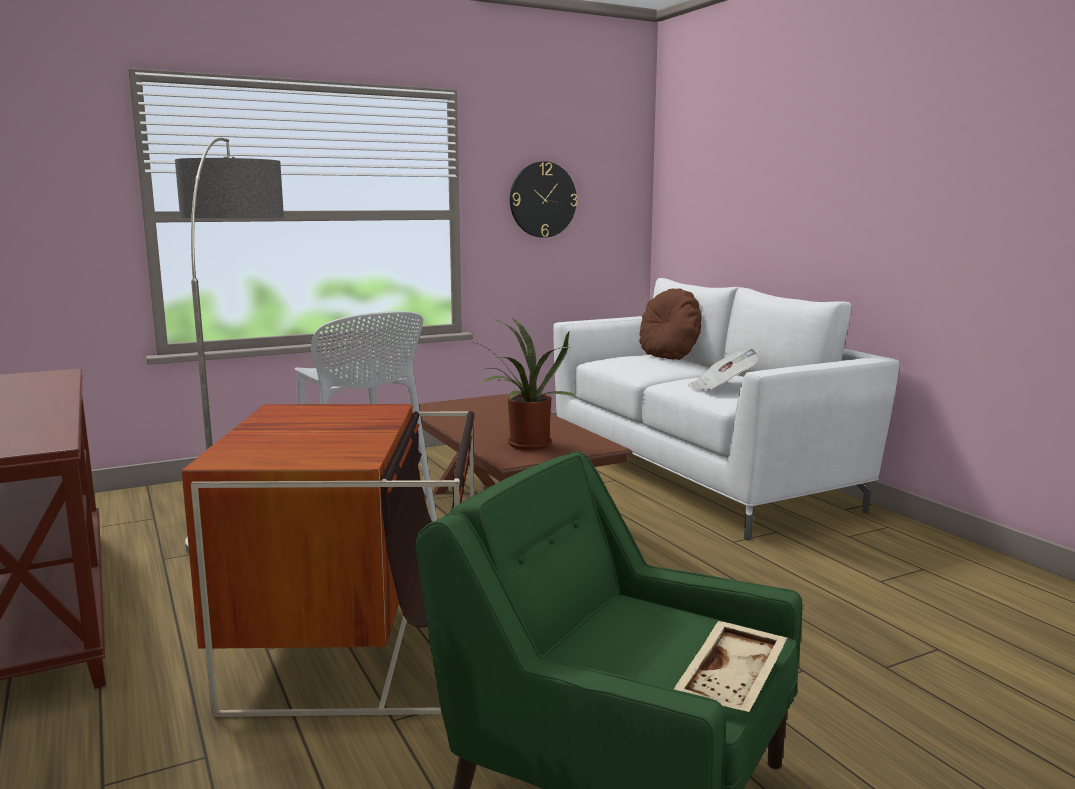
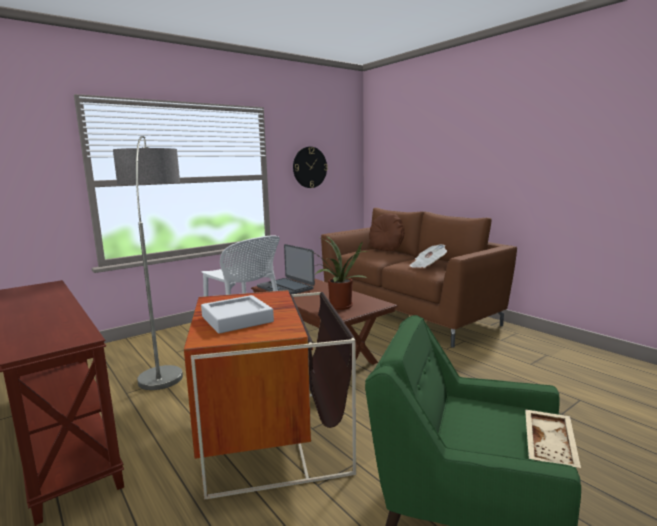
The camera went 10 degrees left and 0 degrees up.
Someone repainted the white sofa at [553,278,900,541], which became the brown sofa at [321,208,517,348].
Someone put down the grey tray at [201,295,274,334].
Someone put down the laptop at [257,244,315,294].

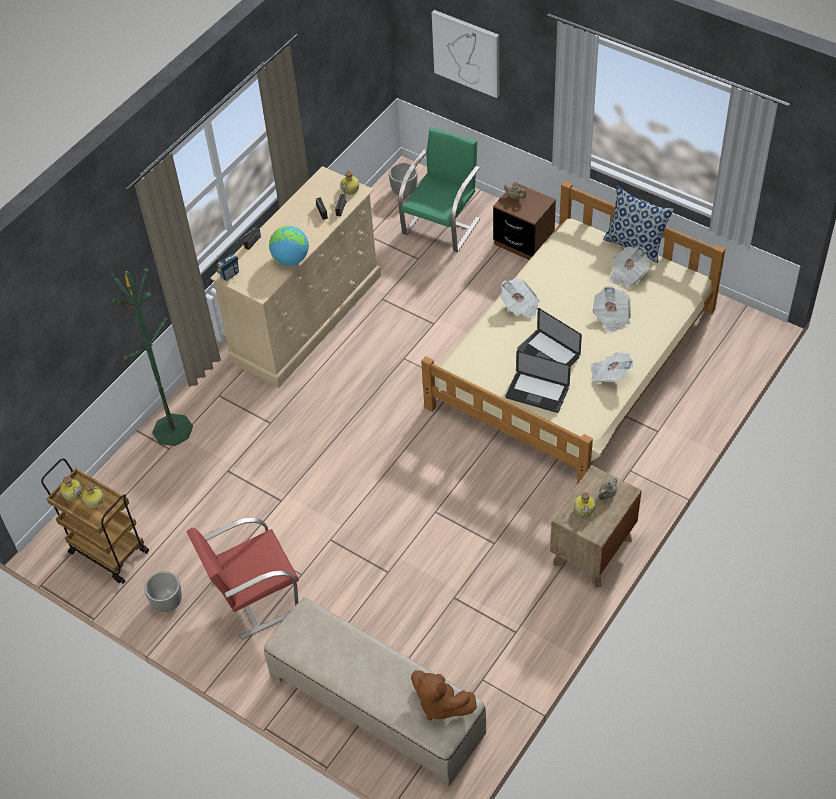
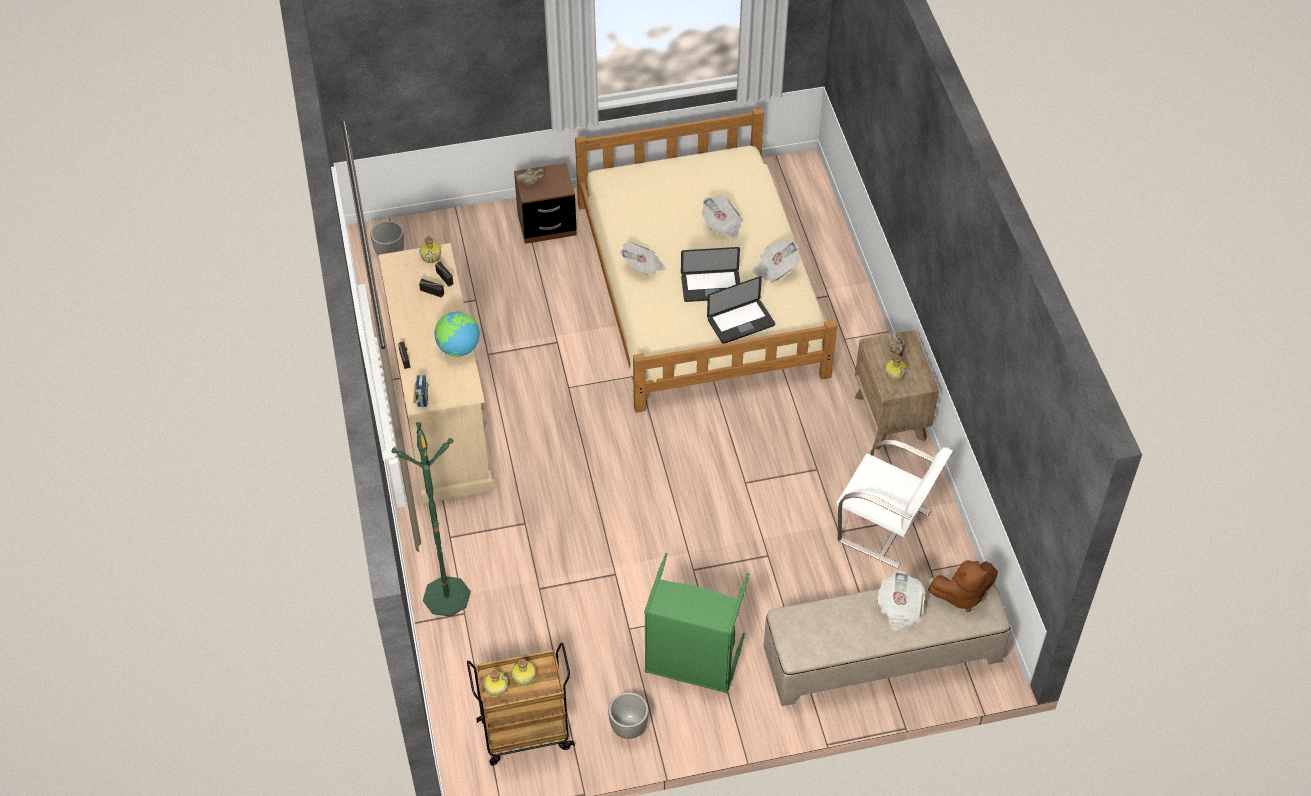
The camera went 50 degrees left and 0 degrees up.
Someone swapped the red chair at [186,518,299,640] for the green laundry basket at [644,553,749,693].
Someone took away the green chair at [398,127,480,252].
Someone took away the picture at [432,10,499,98].
Someone took away the pillow at [603,186,674,263].
Someone carried the newspaper from [609,246,651,288] to [877,571,925,631].
Someone put down the white chair at [837,440,952,568].

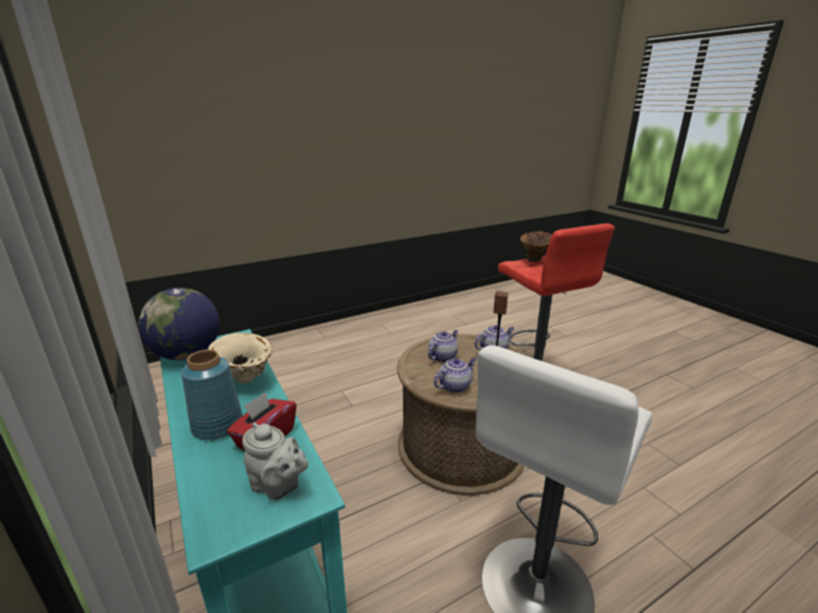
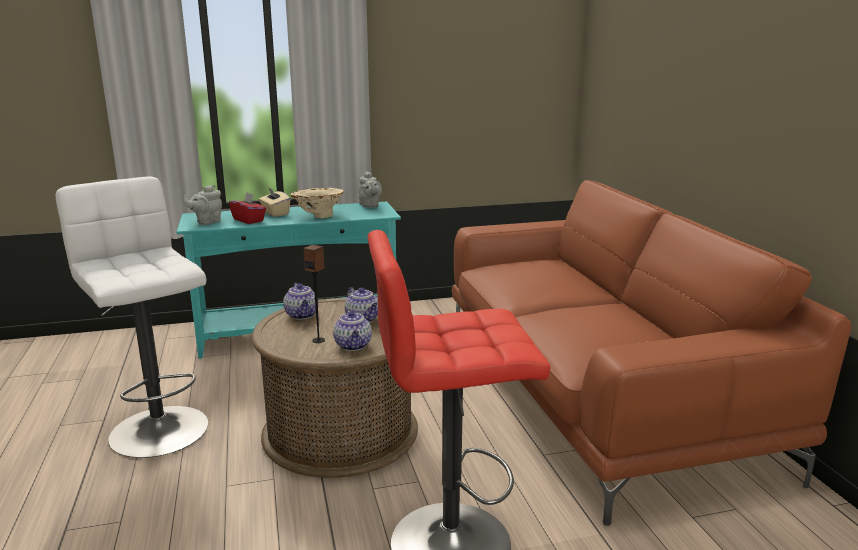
The camera went 105 degrees right and 5 degrees down.
Someone swapped the globe at [138,288,219,360] for the grey teapot at [359,171,382,208].
Someone swapped the blue vase at [181,350,243,440] for the beige tissue box at [259,187,290,217].
Someone took away the brown vase at [520,231,552,262].
Someone put down the brown sofa at [452,180,851,526].

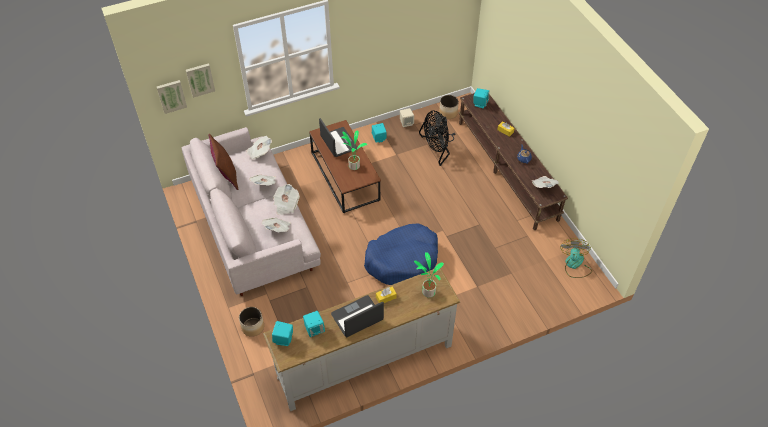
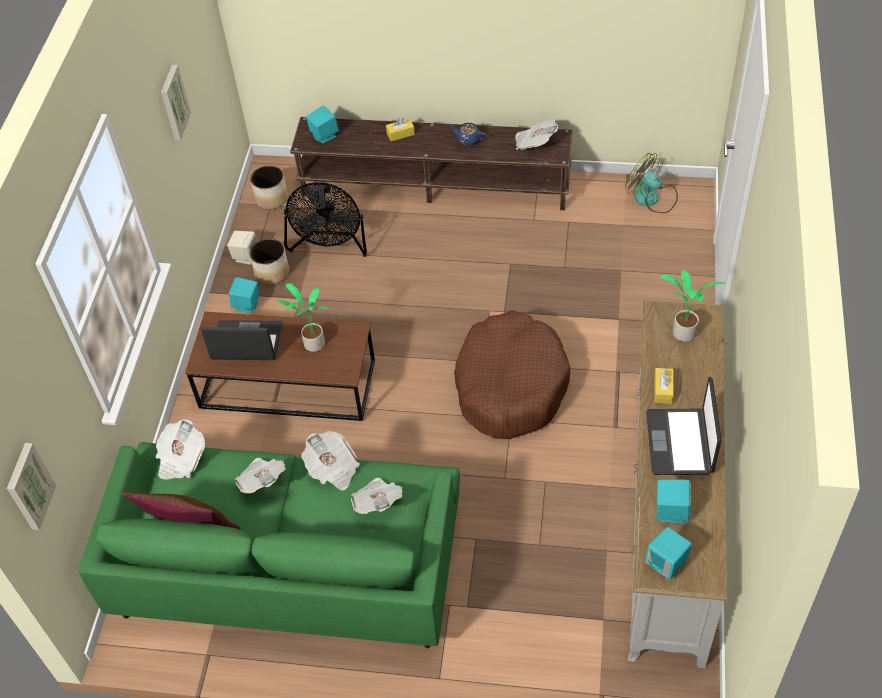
The camera went 55 degrees left and 0 degrees up.
Someone repainted the white sofa at [182,127,321,296], which became the green sofa at [78,442,460,648].
Someone carried the picture from [186,63,215,98] to [161,65,191,140].
Someone carried the planter from [239,307,264,337] to [250,239,289,285].
Someone repainted the blue dog bed at [364,223,438,285], which became the brown dog bed at [454,310,570,439].

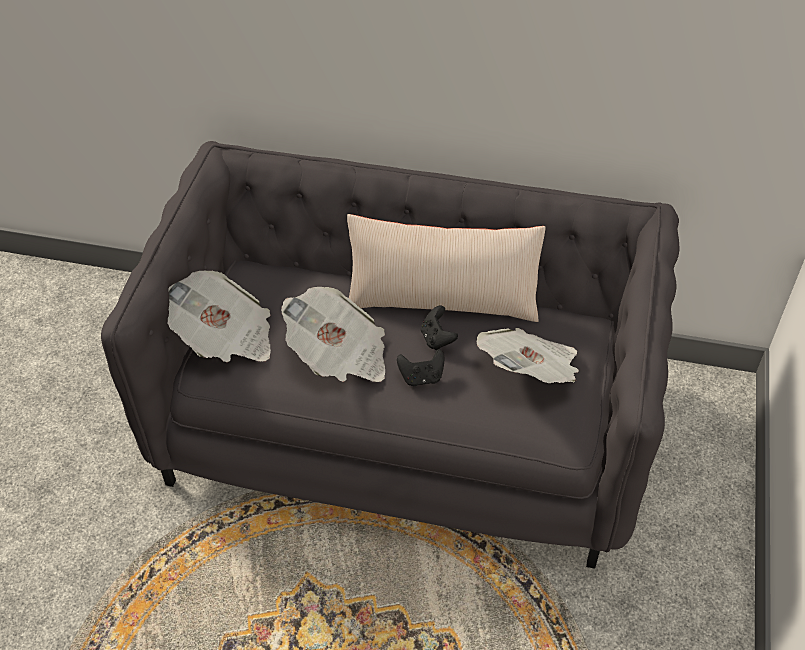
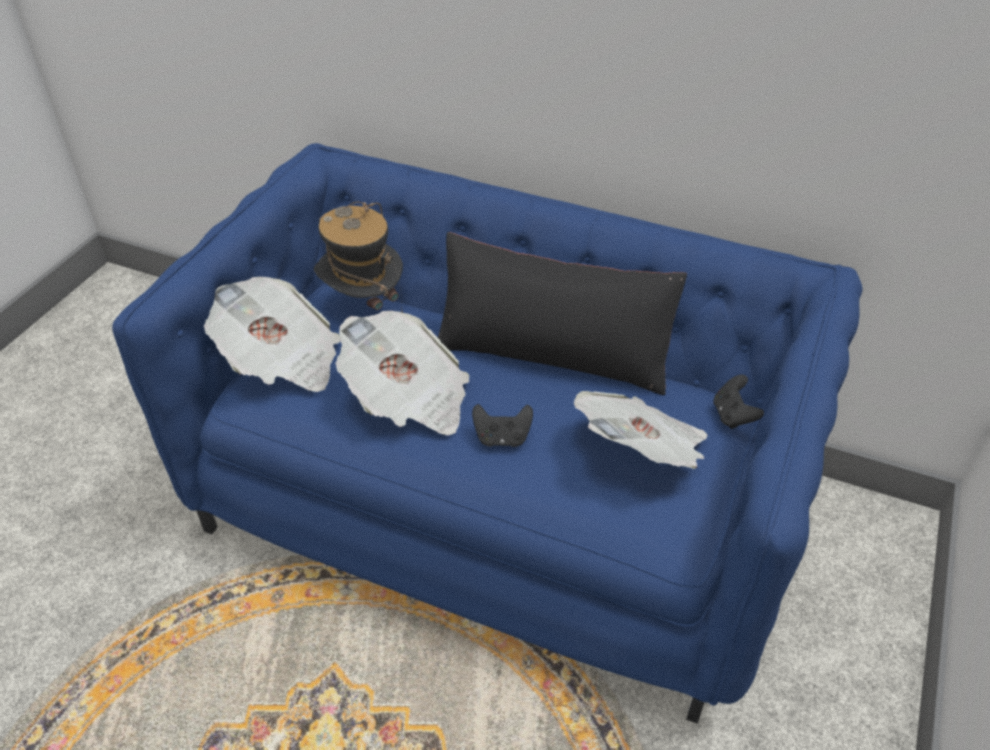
The camera went 10 degrees right and 5 degrees down.
Someone repainted the grey sofa at [101,141,679,569], which became the blue sofa at [112,143,862,724].
Someone repainted the beige pillow at [347,214,546,322], which became the black pillow at [438,232,687,395].
Someone carried the black game controller from [421,305,458,350] to [713,375,764,429].
Someone put down the hat at [314,202,403,313].

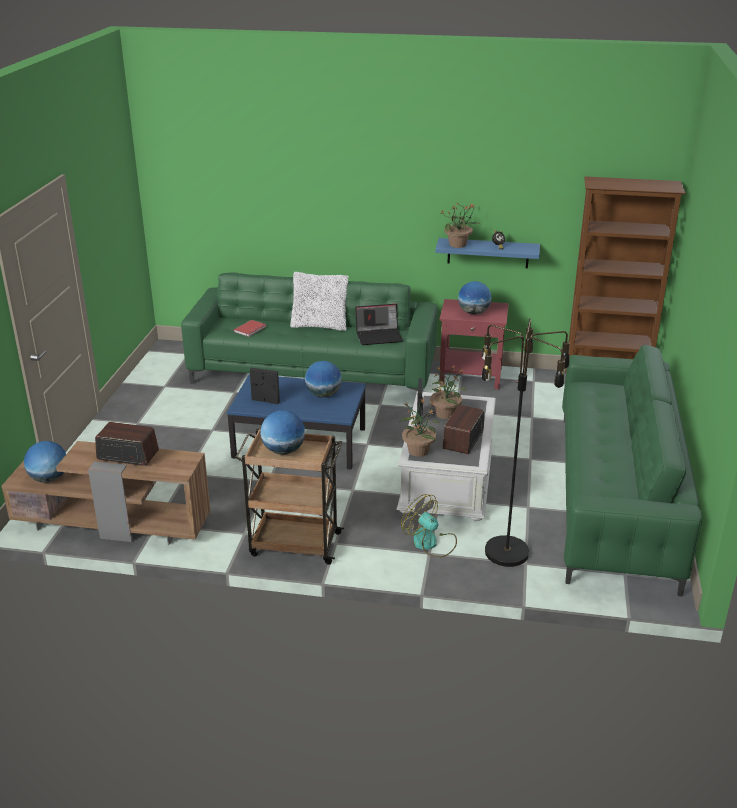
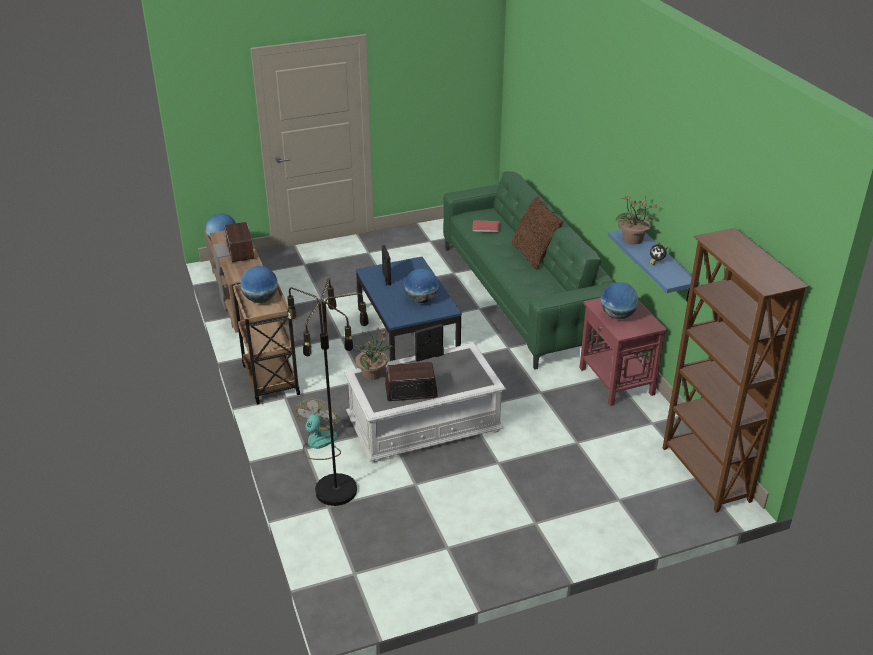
The camera went 60 degrees right and 5 degrees up.
Someone repainted the white pillow at [290,272,349,331], which became the brown pillow at [511,196,563,270].
Someone took away the laptop at [355,304,403,345].
Someone took away the potted plant at [430,366,467,419].
Someone took away the green sofa at [562,345,702,597].

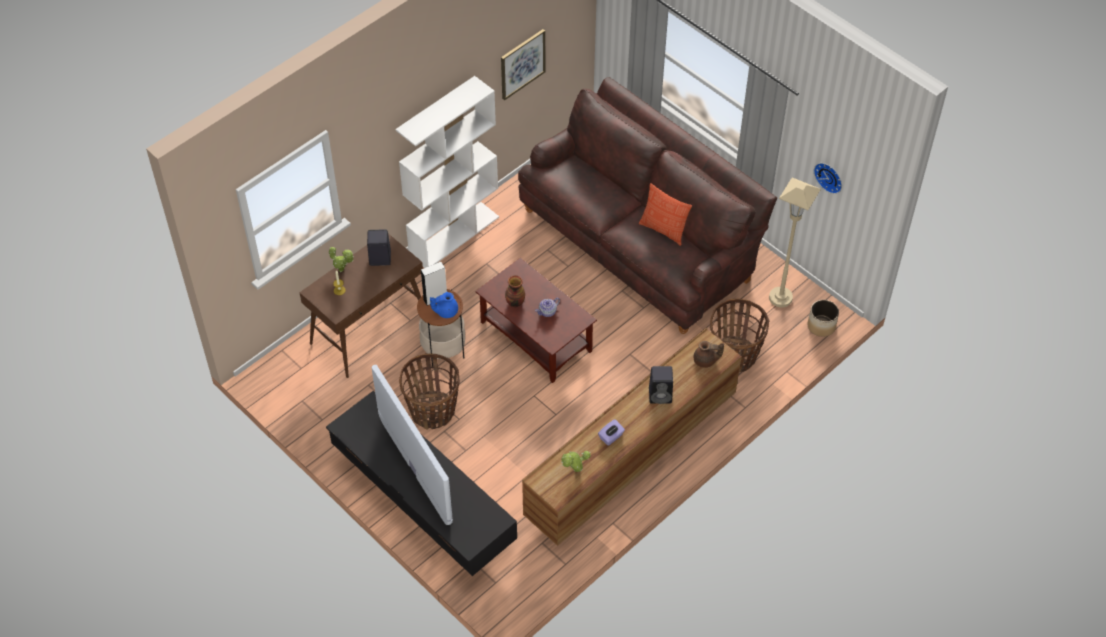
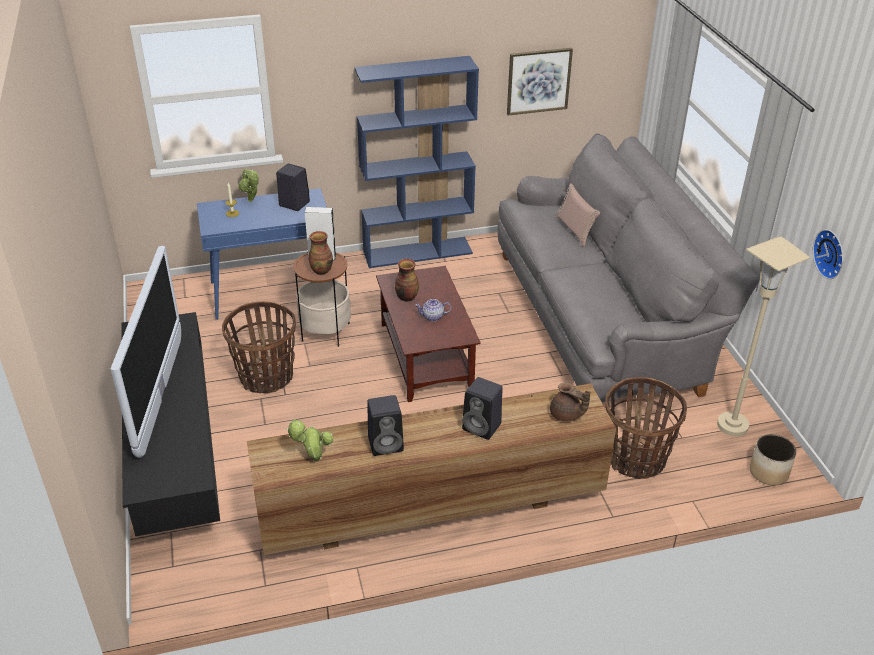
The camera went 30 degrees right and 15 degrees down.
Someone repainted the brown console table at [299,234,423,378], which became the blue console table at [197,188,327,320].
Someone repainted the white bookcase at [395,76,499,268], which became the blue bookcase at [354,56,479,268].
Someone swapped the blue teapot at [430,292,458,318] for the vase at [309,231,333,275].
Someone repainted the brown sofa at [518,77,777,334], which became the grey sofa at [498,133,760,402].
Someone swapped the purple tissue box at [598,419,625,446] for the black speaker at [367,395,404,456].
Someone took away the orange pillow at [639,183,692,246].
Someone put down the beige pillow at [555,183,600,246].

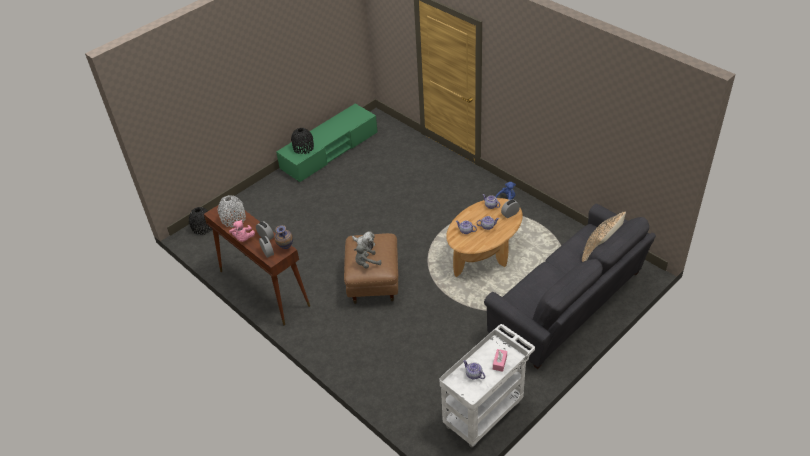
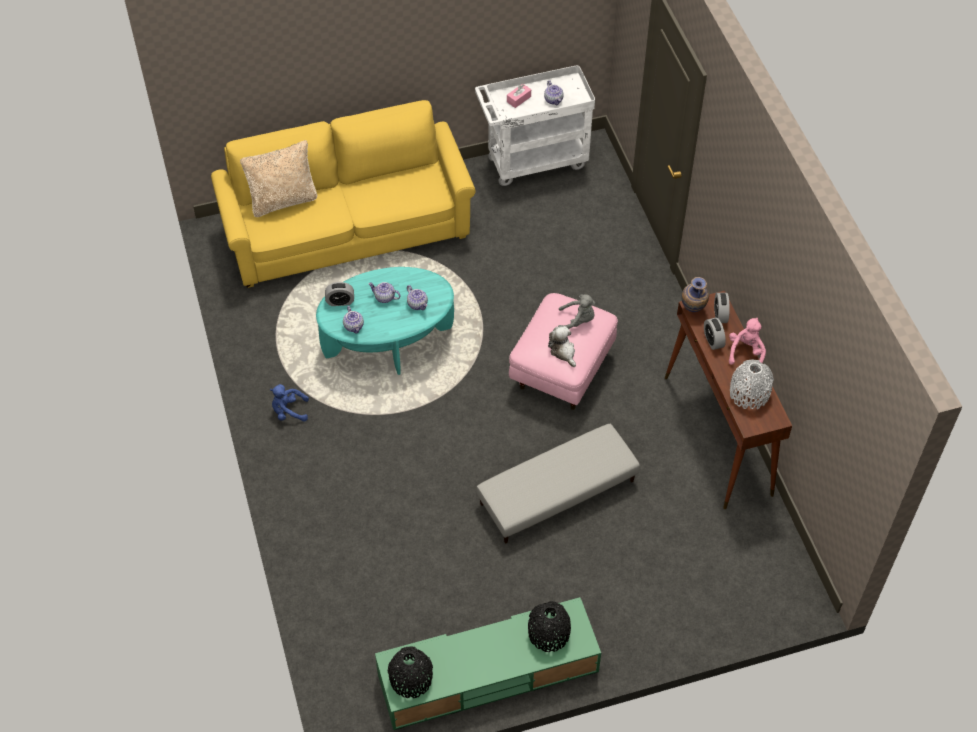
The camera went 155 degrees left and 10 degrees up.
Someone carried the black vase from [189,207,212,235] to [388,647,433,698].
Someone repainted the brown ottoman at [344,233,398,304], which became the pink ottoman at [509,293,618,410].
Someone repainted the brown coffee table at [446,198,523,277], which became the turquoise coffee table at [316,267,454,375].
Someone repainted the grey sofa at [484,204,656,369], which became the yellow sofa at [211,100,476,288].
Someone put down the grey ottoman at [476,424,640,543].

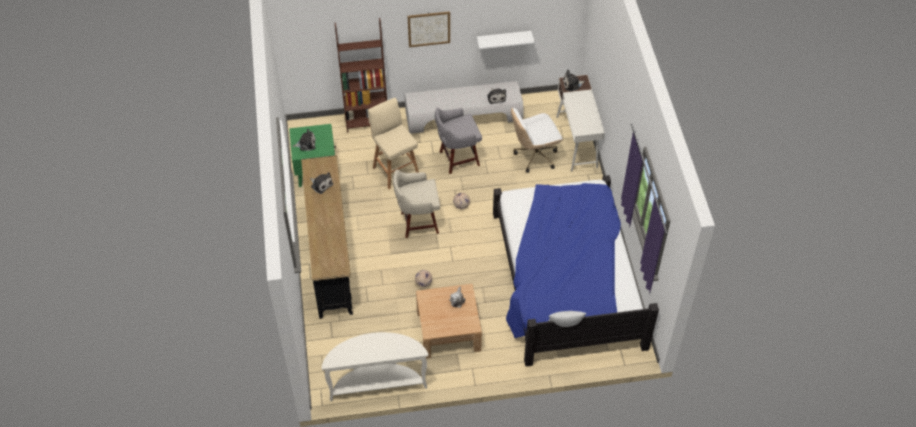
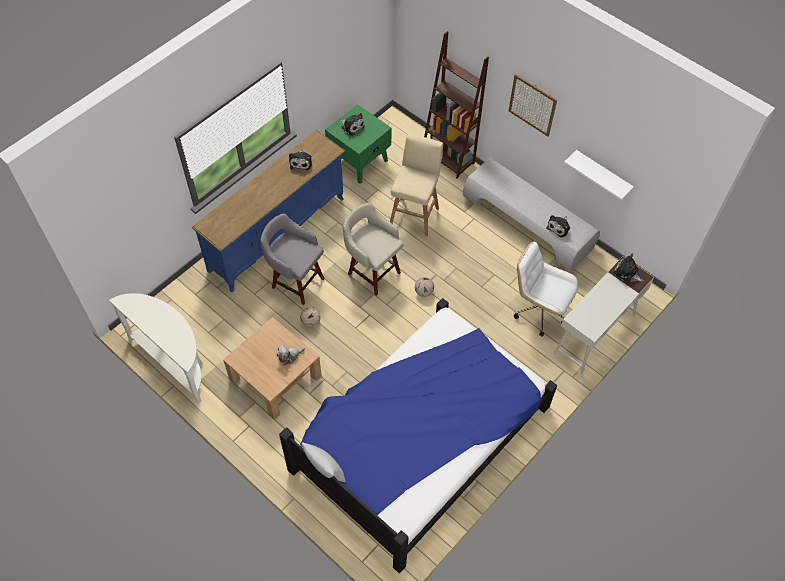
The camera went 50 degrees right and 5 degrees up.
Someone repainted the black dresser at [301,155,353,319], which became the blue dresser at [192,130,345,292].
Someone carried the grey stool from [435,108,482,174] to [260,213,325,305].

